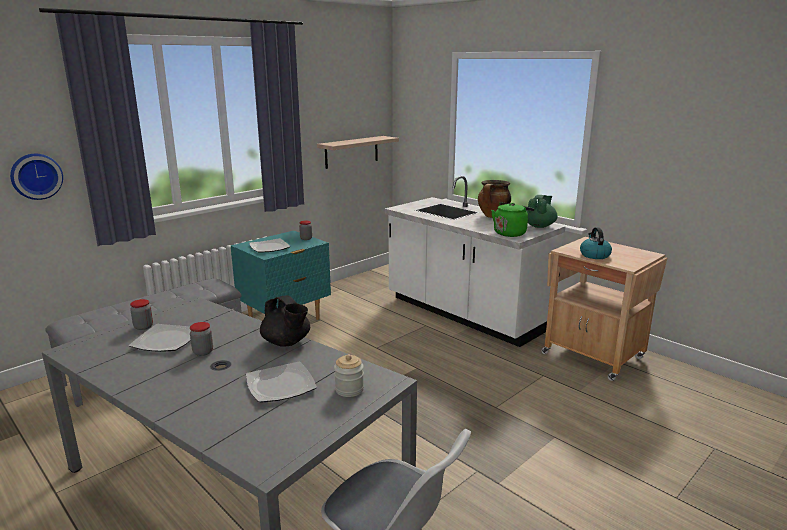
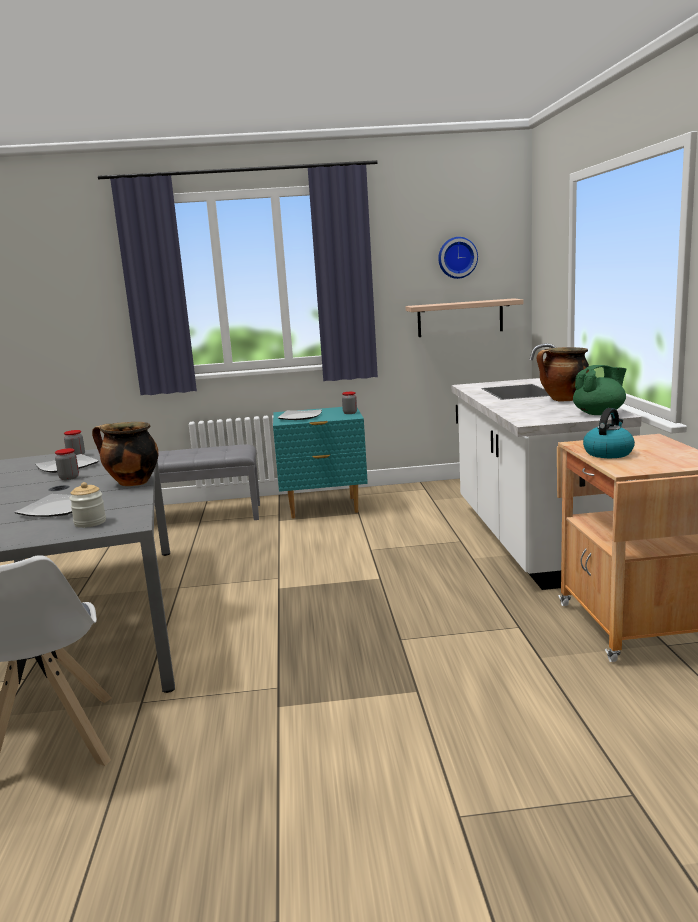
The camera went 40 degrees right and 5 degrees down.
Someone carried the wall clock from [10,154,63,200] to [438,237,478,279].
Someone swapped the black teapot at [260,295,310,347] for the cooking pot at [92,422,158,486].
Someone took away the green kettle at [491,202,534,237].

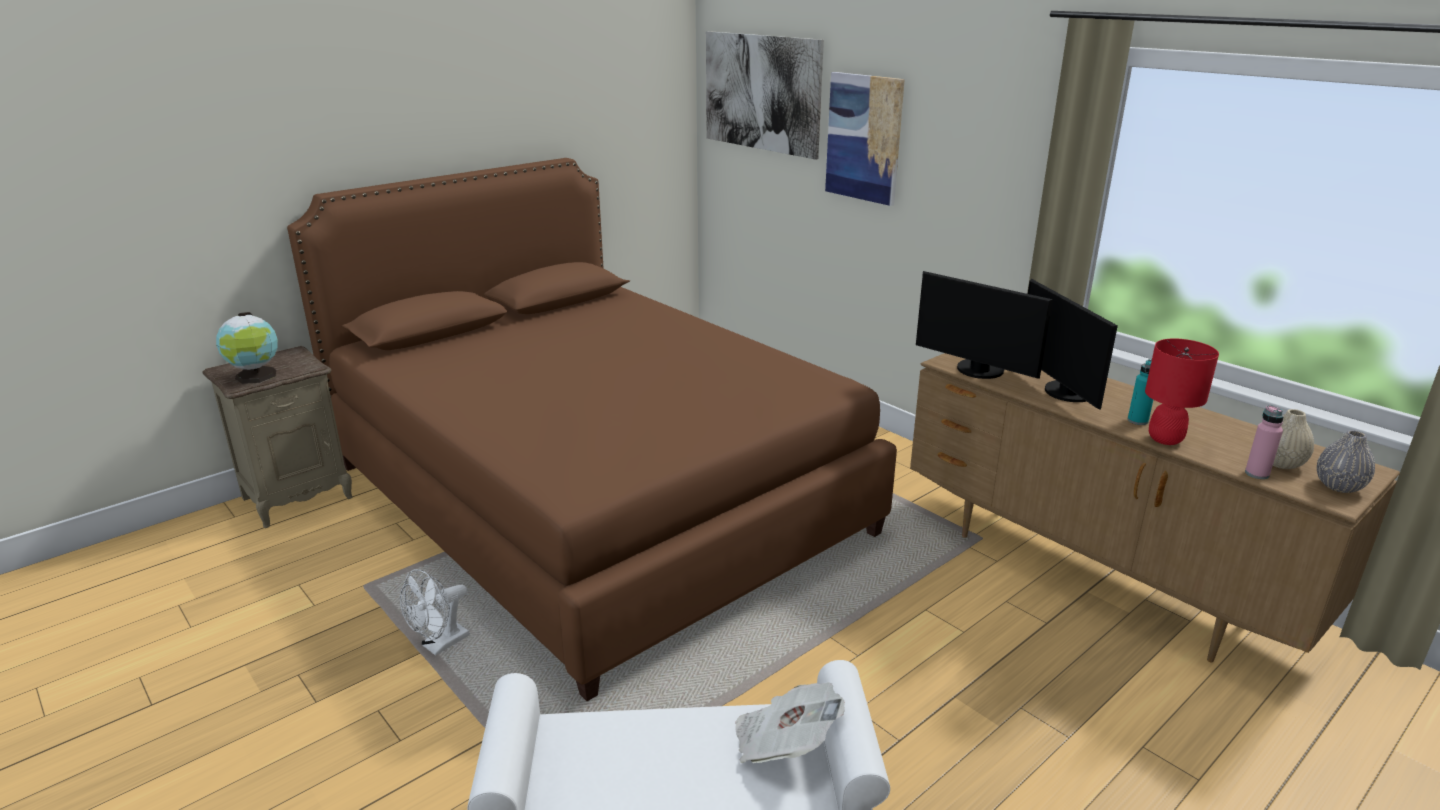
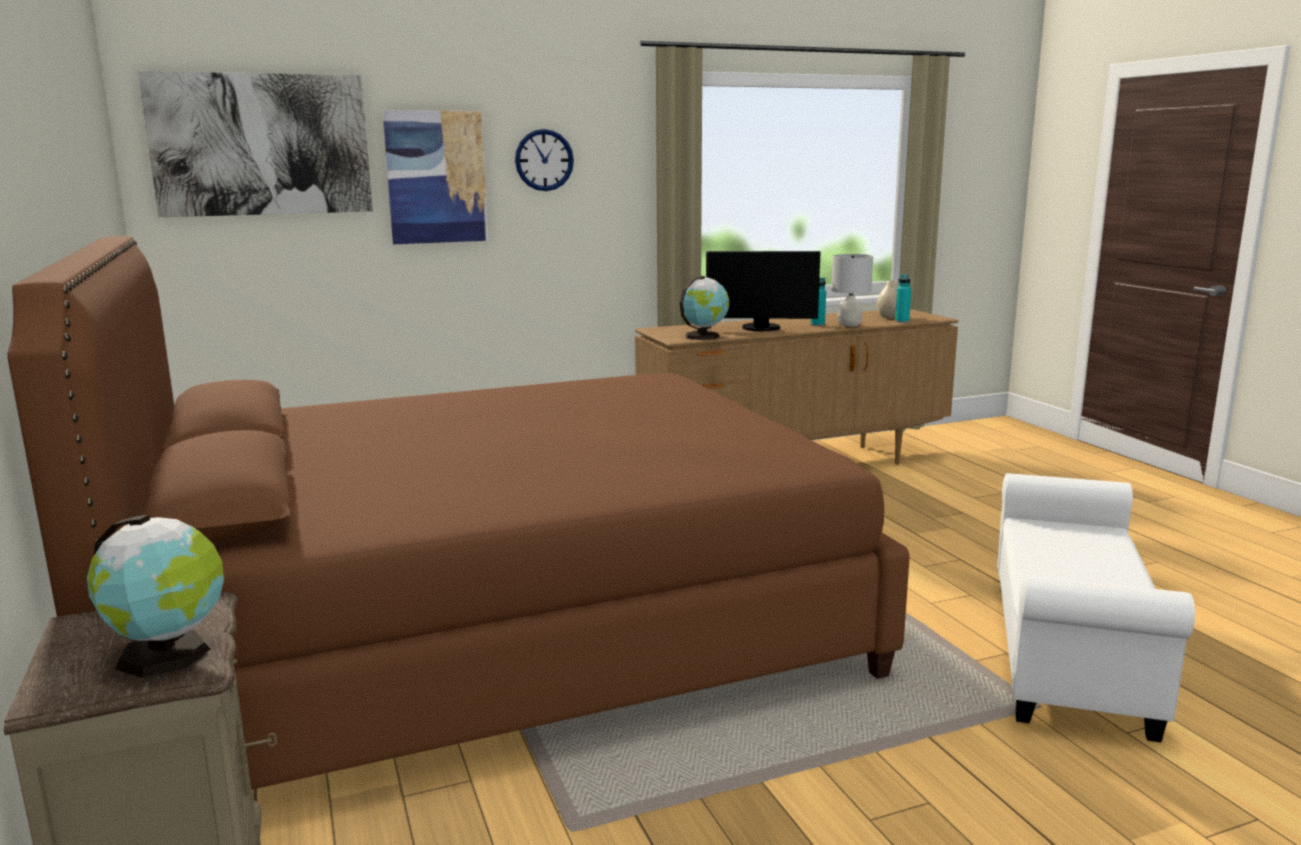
The camera went 70 degrees left and 10 degrees down.
Someone took away the white fan at [400,569,470,656].
Someone took away the newspaper at [735,682,845,763].
Someone swapped the monitor at [916,271,1053,379] for the globe at [679,276,729,340].
Someone repainted the red table lamp at [1145,339,1219,445], which became the grey table lamp at [831,254,873,327].
Someone repainted the pink bottle at [1245,405,1284,479], which became the turquoise bottle at [895,275,911,323].
Someone took away the grey vase at [1317,430,1375,493].
Someone put up the wall clock at [515,129,574,191].

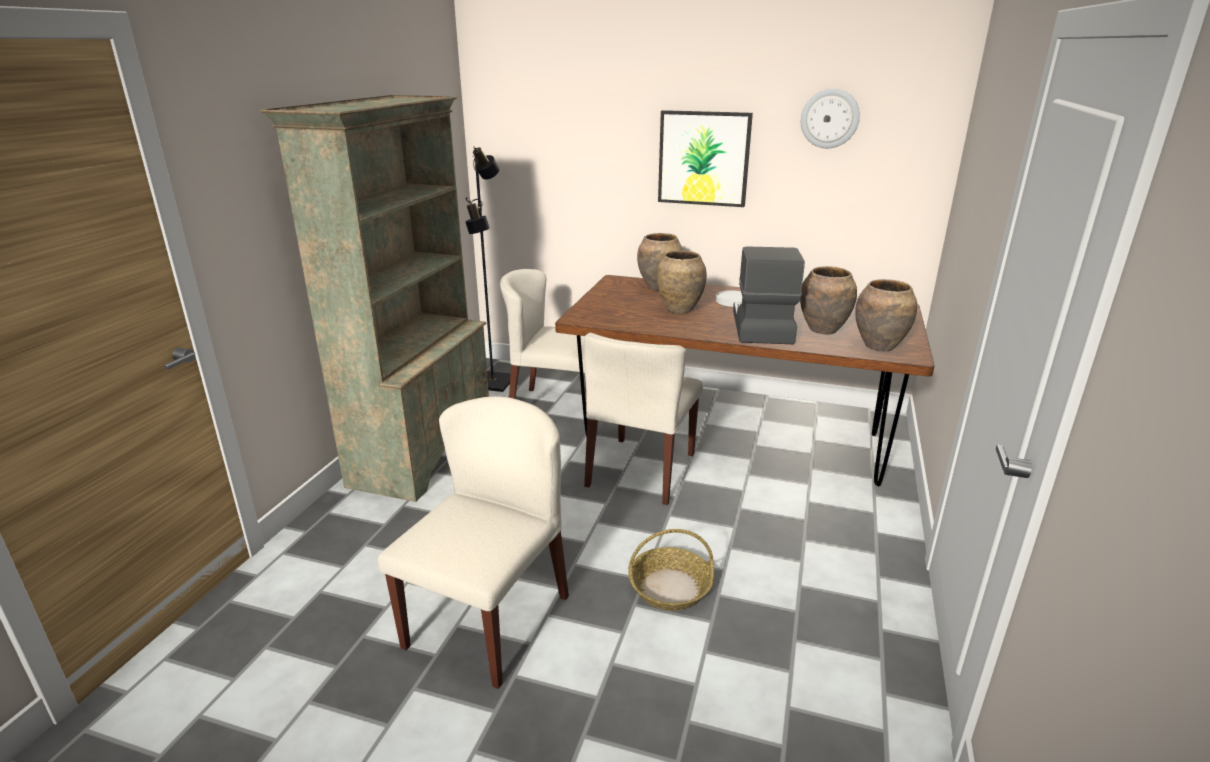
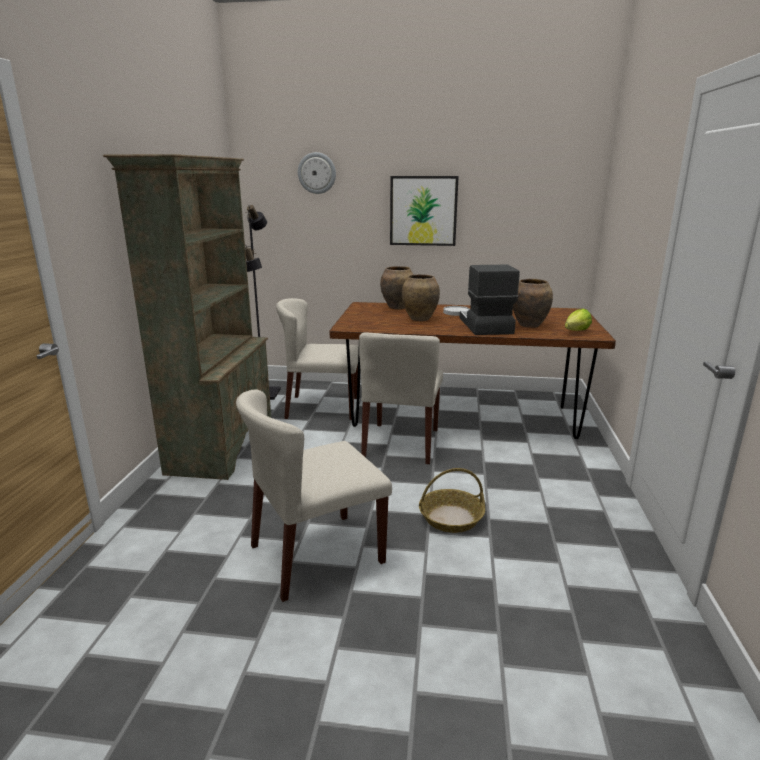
The camera went 10 degrees left and 5 degrees down.
Someone rotated the beige chair at [378,396,569,689] by 135 degrees counterclockwise.
Someone carried the wall clock from [801,89,860,148] to [298,152,336,194].
Someone swapped the brown vase at [855,279,917,352] for the lettuce at [565,308,592,331].

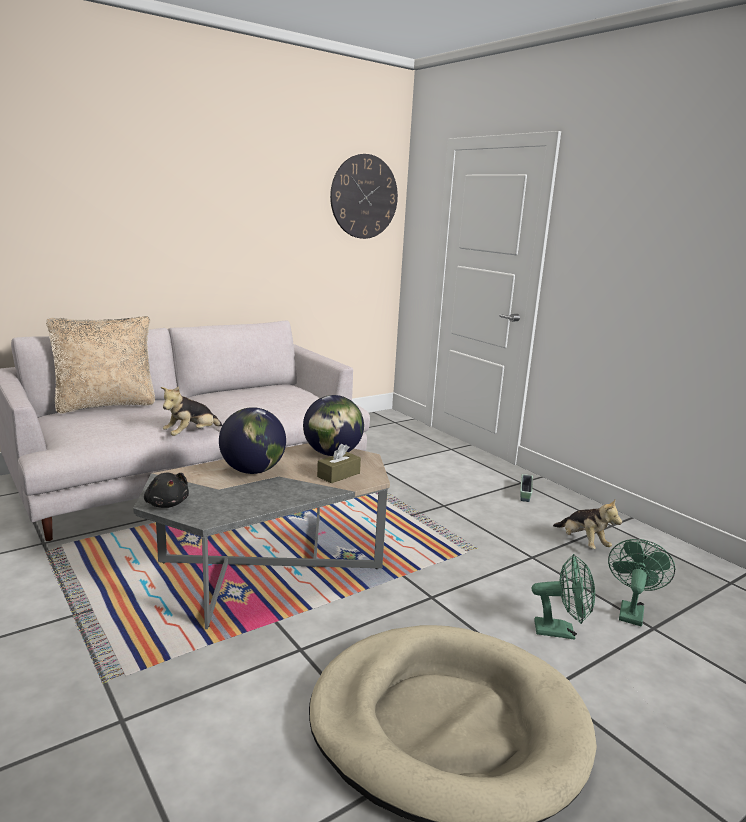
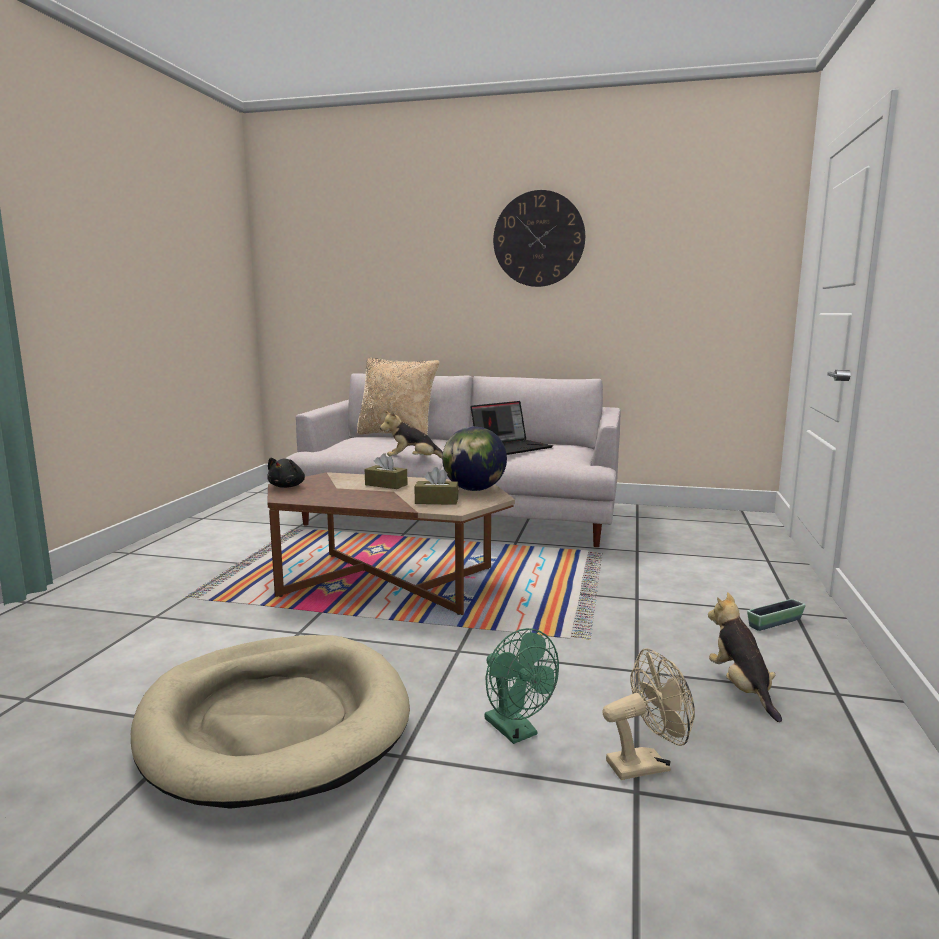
The camera went 50 degrees right and 5 degrees down.
Someone repainted the grey coffee table at [133,443,390,629], which became the brown coffee table at [267,472,515,615].
Someone swapped the globe at [219,407,286,474] for the brown tissue box at [365,453,408,489].
Someone carried the wall clock from [330,154,398,239] to [493,190,585,287].
Someone rotated the plush toy at [553,498,622,549] by 150 degrees clockwise.
Someone repainted the green fan at [608,539,675,626], which became the beige fan at [602,648,695,780].
Someone put down the laptop at [471,401,553,455].

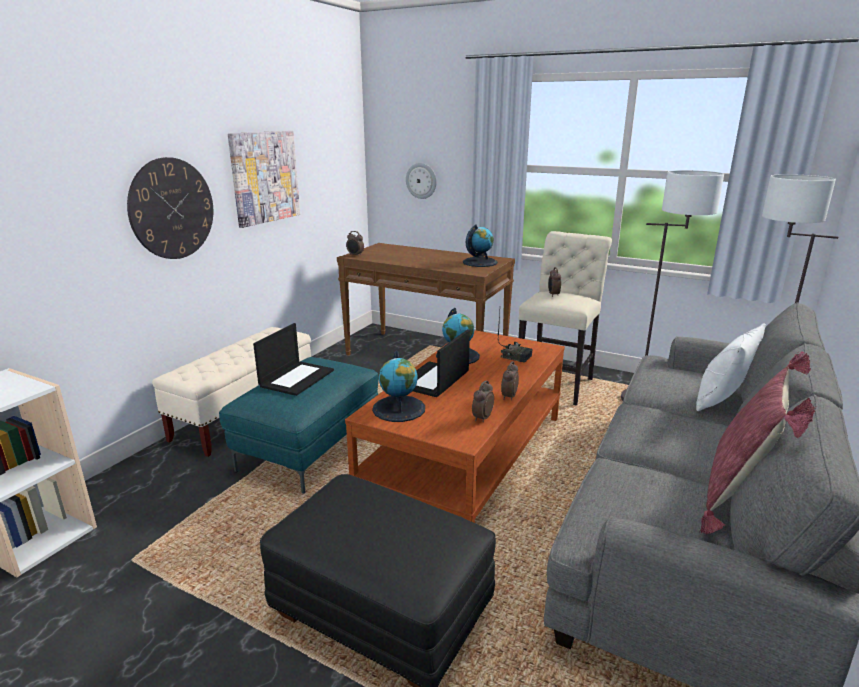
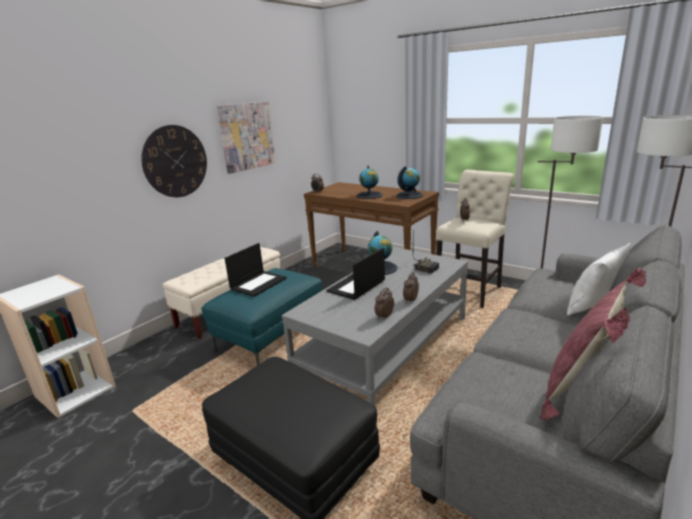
The camera went 10 degrees right and 0 degrees up.
Someone repainted the brown coffee table at [345,330,565,523], which became the grey coffee table at [282,247,468,406].
Someone carried the globe from [372,351,425,422] to [356,165,383,199].
Someone took away the wall clock at [406,163,437,199].

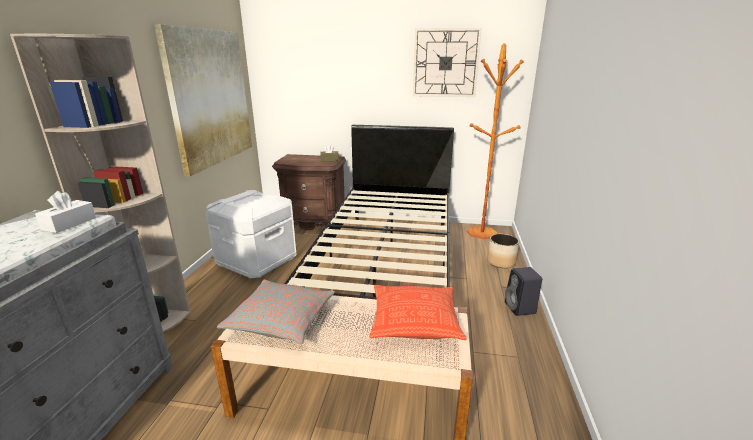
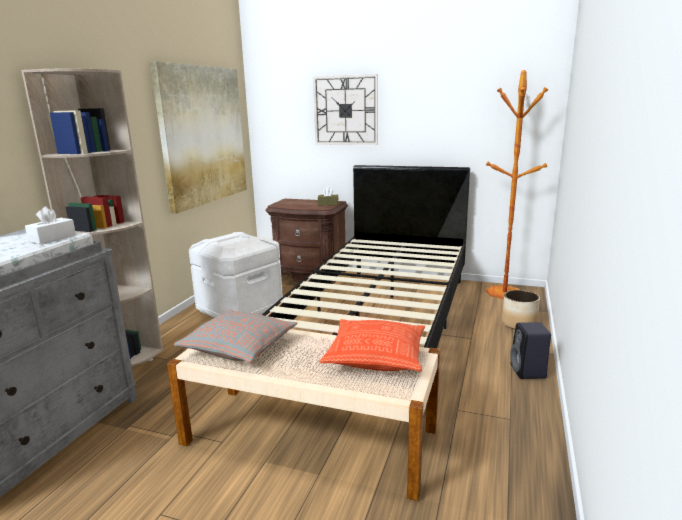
The camera went 10 degrees right and 5 degrees down.
Someone carried the wall clock from [413,28,482,97] to [313,74,378,145].

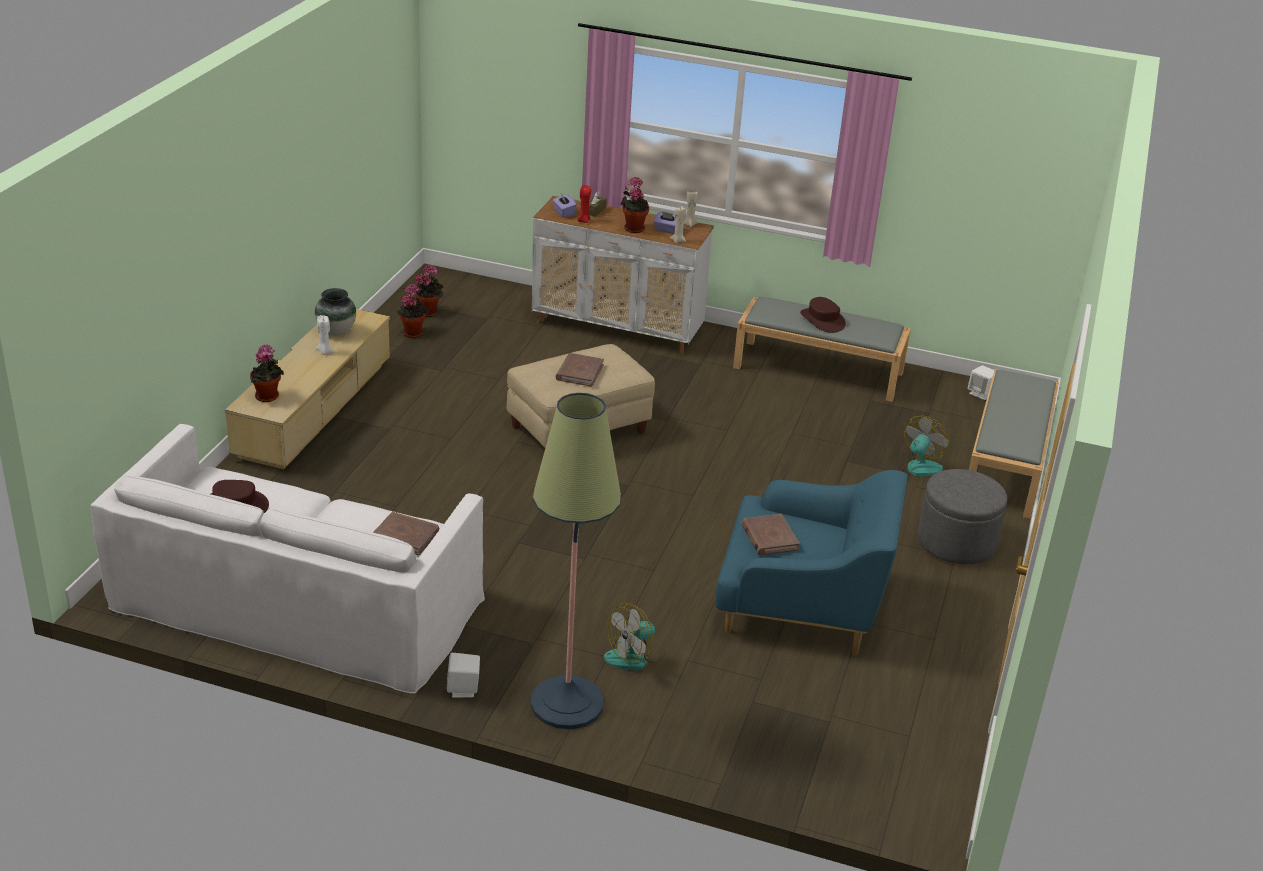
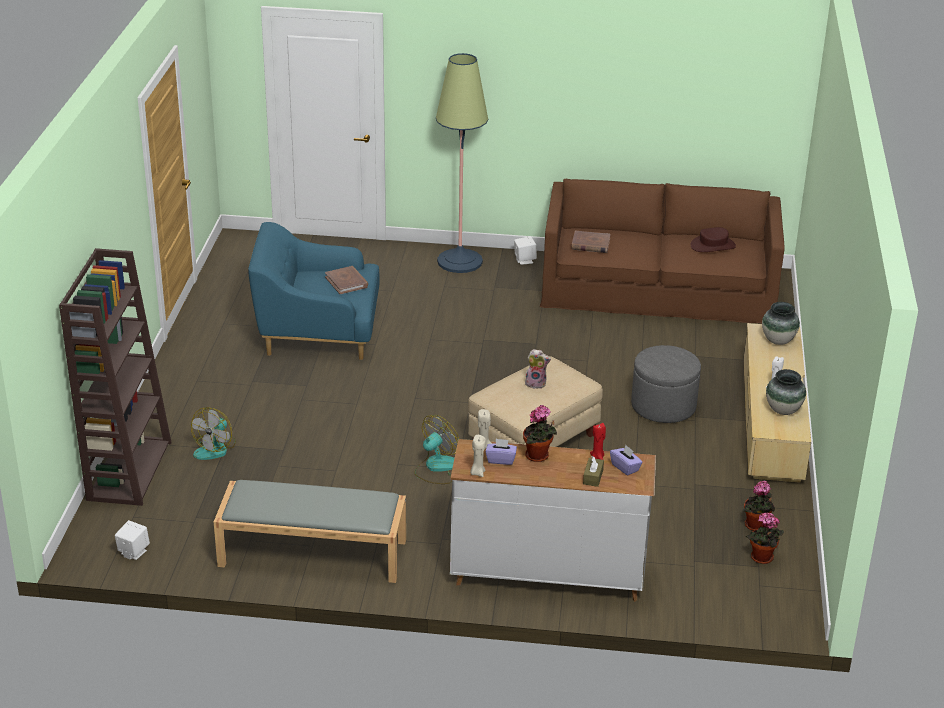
The camera went 170 degrees right and 0 degrees up.
Someone repainted the white sofa at [90,424,485,694], which became the brown sofa at [540,179,785,324].
Someone swapped the potted plant at [250,344,284,402] for the vase at [762,302,800,345].
Someone swapped the brown book at [555,353,604,387] for the plush toy at [525,349,551,389].
Someone carried the fan from [604,603,665,670] to [414,415,459,484].
Someone took away the brown hat at [800,297,846,333].
Someone carried the grey ottoman from [917,469,1007,564] to [631,345,701,423].
Someone swapped the grey bench at [969,369,1059,519] for the brown bookcase at [59,248,172,506].

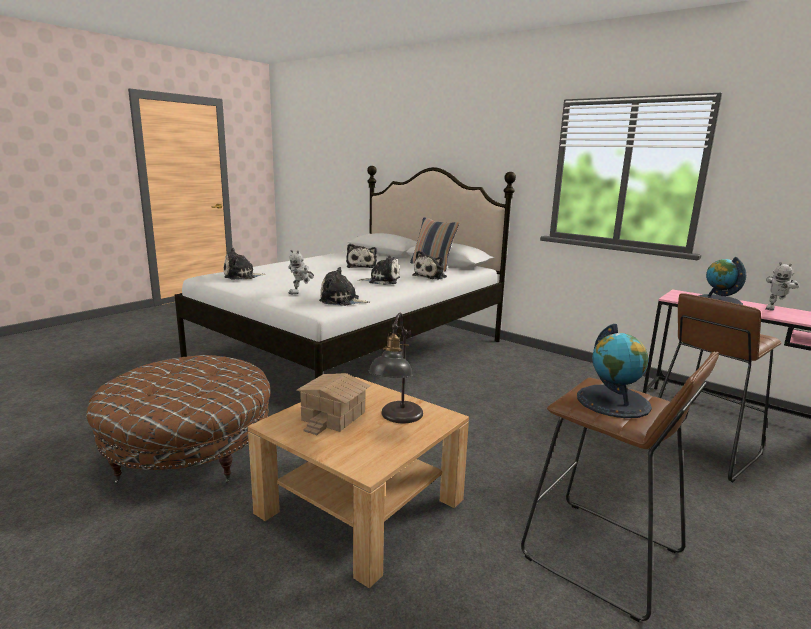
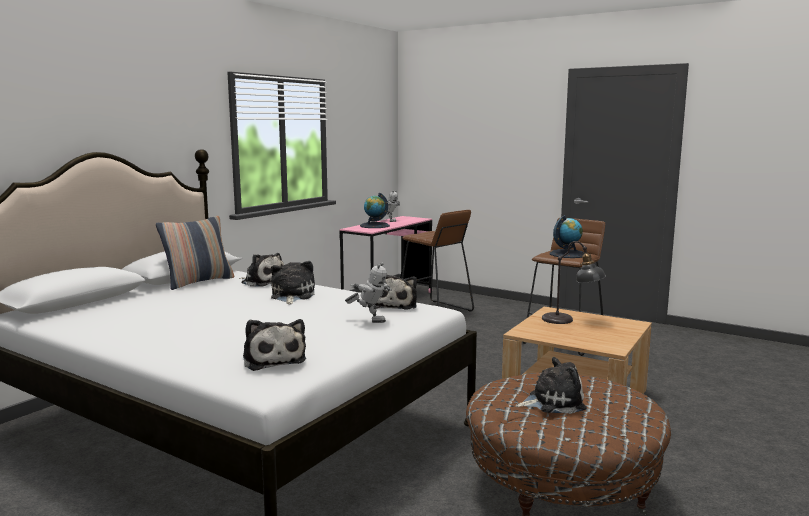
The camera went 95 degrees left and 5 degrees down.
Someone took away the toy house at [296,373,370,435].
Someone carried the plush toy from [346,244,377,268] to [515,357,587,414].

